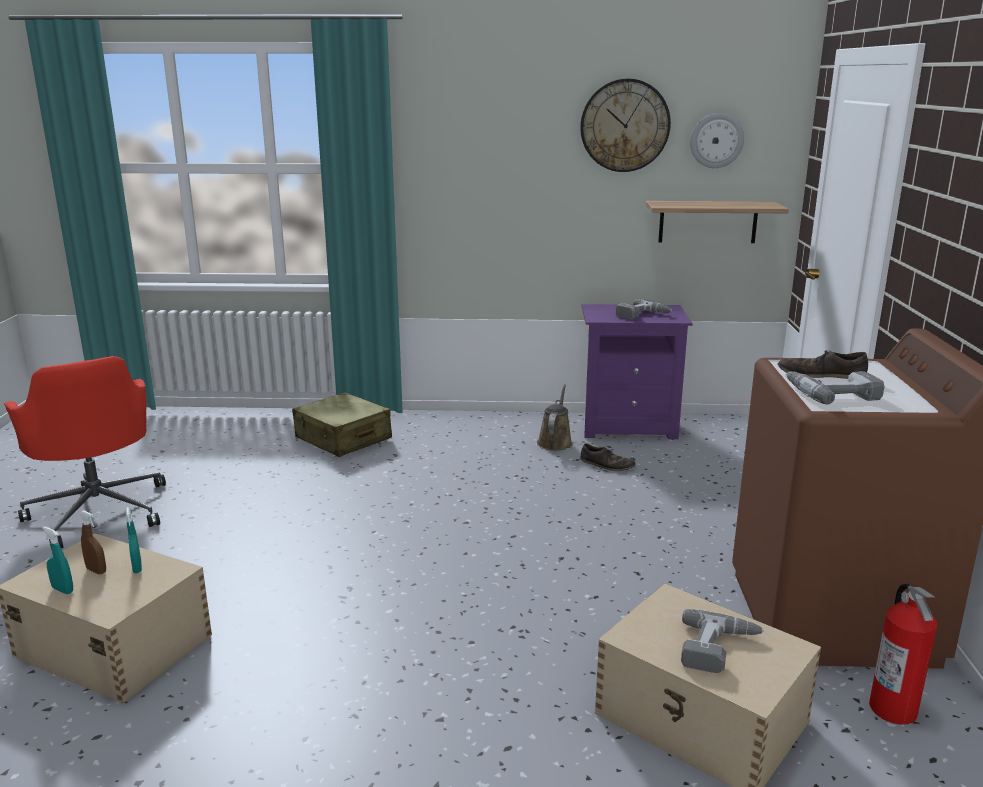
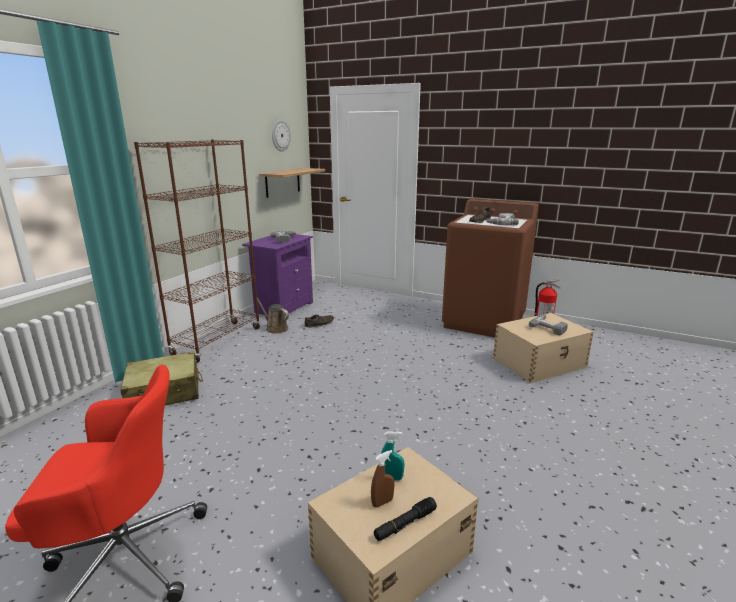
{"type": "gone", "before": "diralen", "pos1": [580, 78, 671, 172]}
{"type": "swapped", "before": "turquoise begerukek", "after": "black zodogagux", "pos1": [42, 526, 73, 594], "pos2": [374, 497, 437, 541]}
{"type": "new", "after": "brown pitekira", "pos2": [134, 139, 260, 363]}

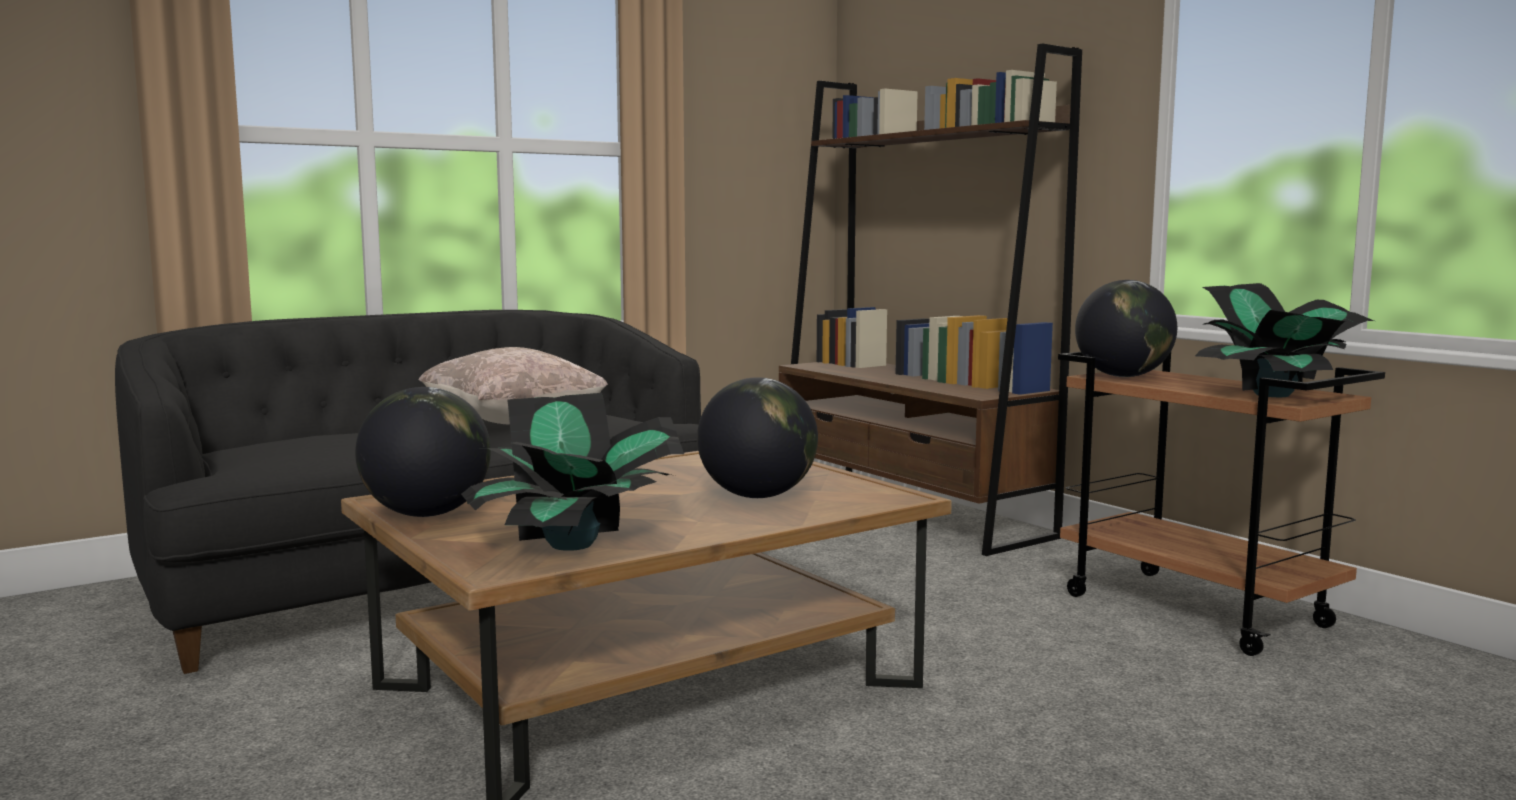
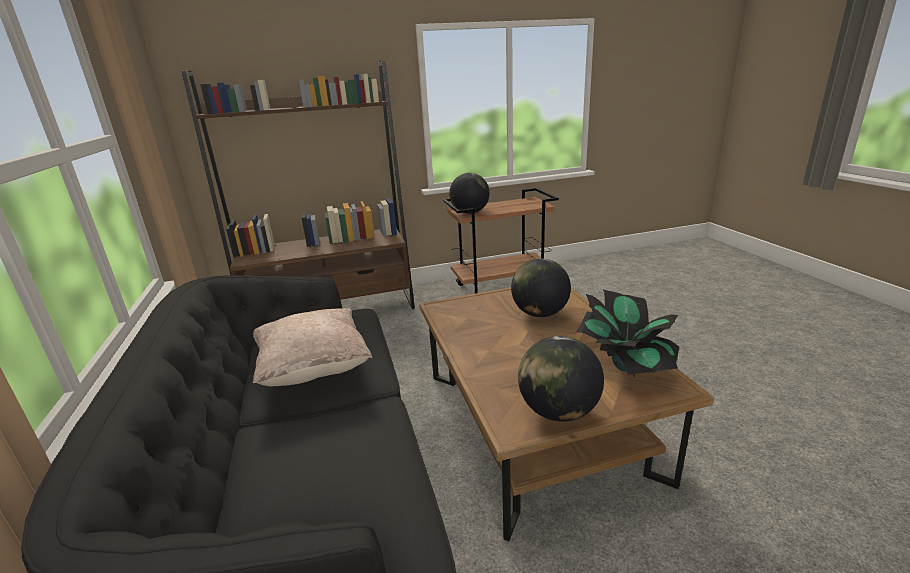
{"type": "gone", "before": "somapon", "pos1": [1195, 283, 1374, 397]}

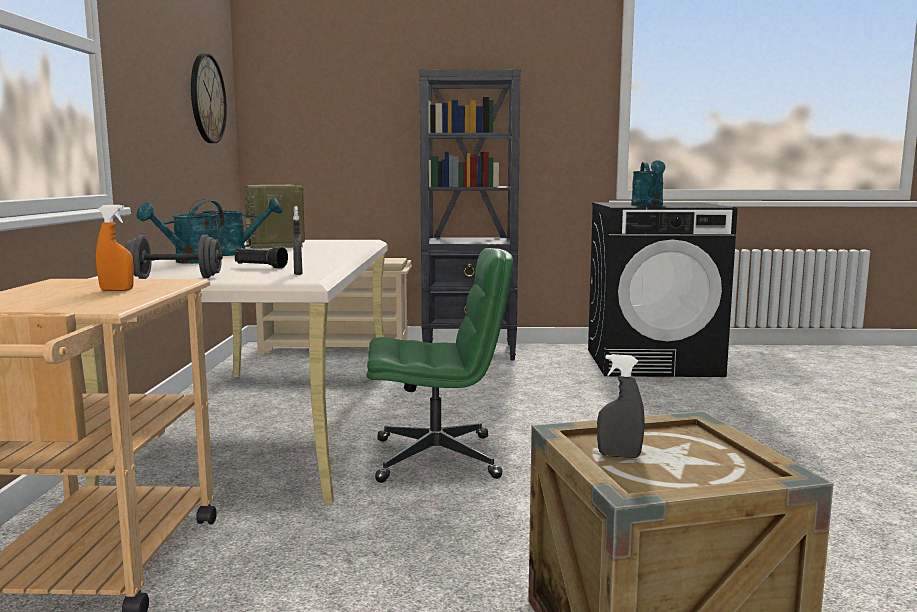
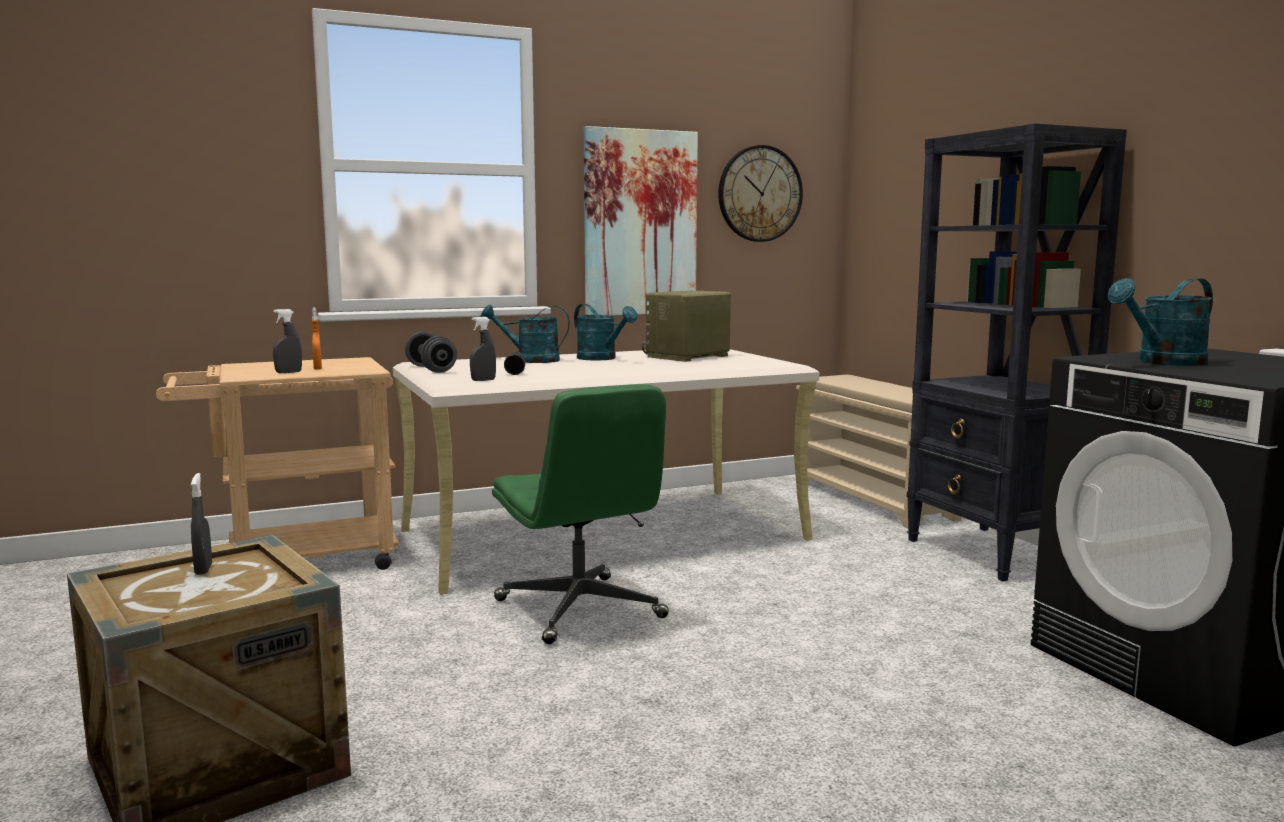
{"type": "new", "after": "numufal", "pos2": [584, 126, 698, 315]}
{"type": "new", "after": "grey begerukek", "pos2": [273, 309, 302, 373]}

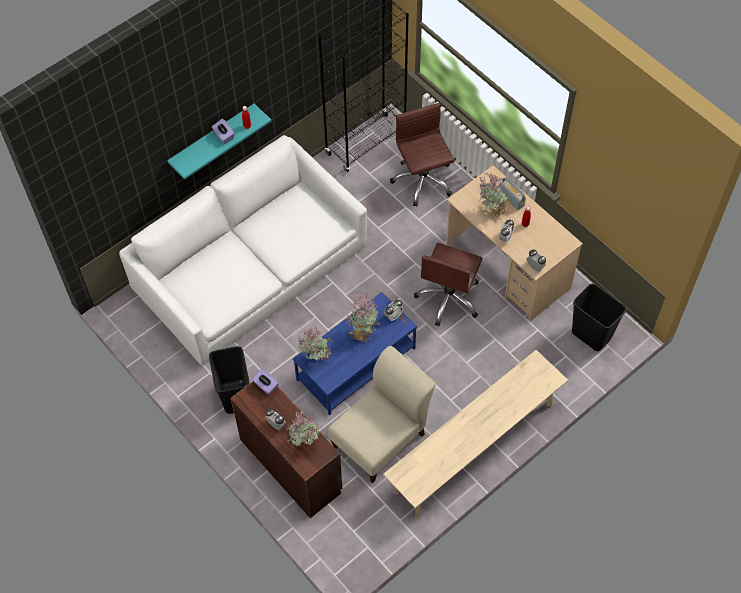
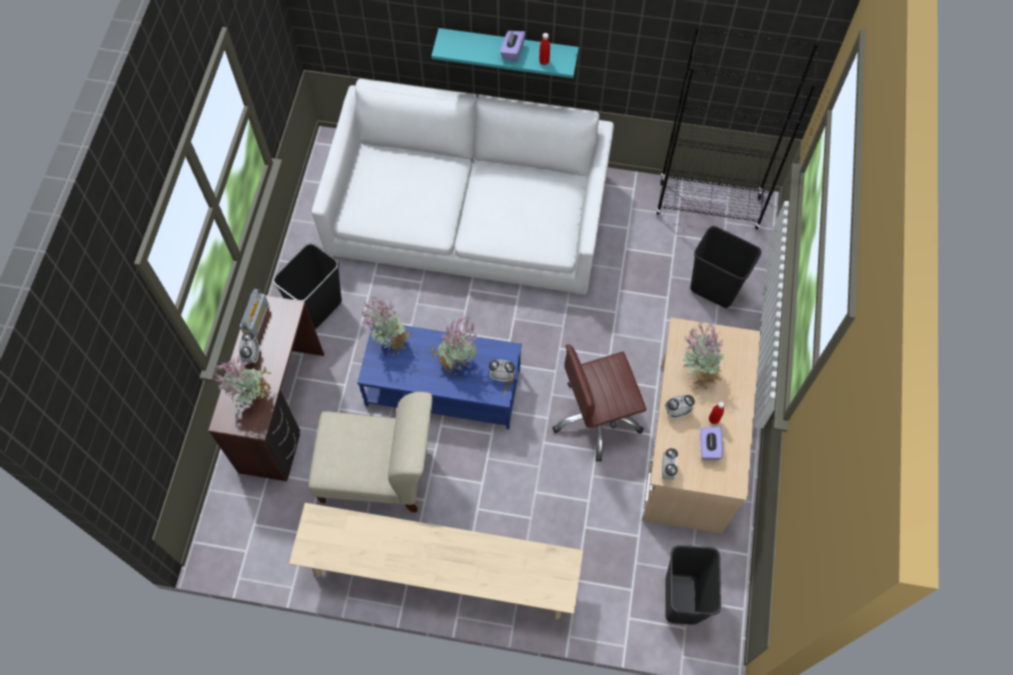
{"type": "swapped", "before": "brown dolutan", "after": "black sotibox", "pos1": [390, 103, 455, 207], "pos2": [690, 226, 761, 308]}
{"type": "shifted", "before": "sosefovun", "pos1": [500, 177, 526, 210], "pos2": [240, 289, 269, 338]}
{"type": "shifted", "before": "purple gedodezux", "pos1": [252, 368, 279, 395], "pos2": [700, 427, 723, 460]}

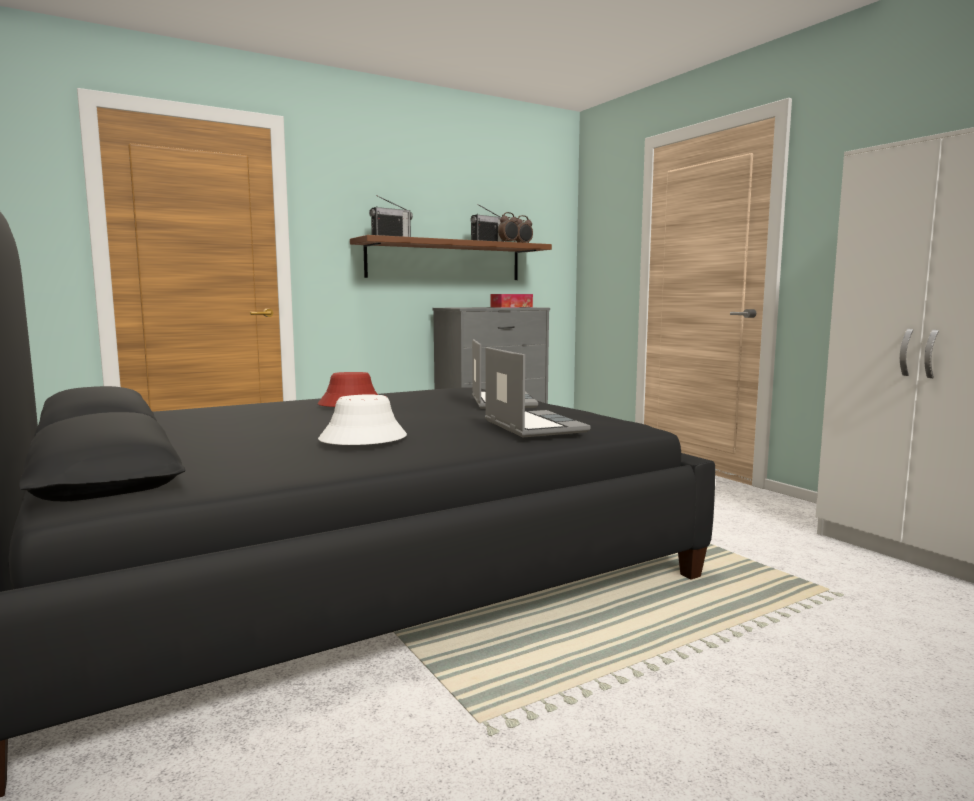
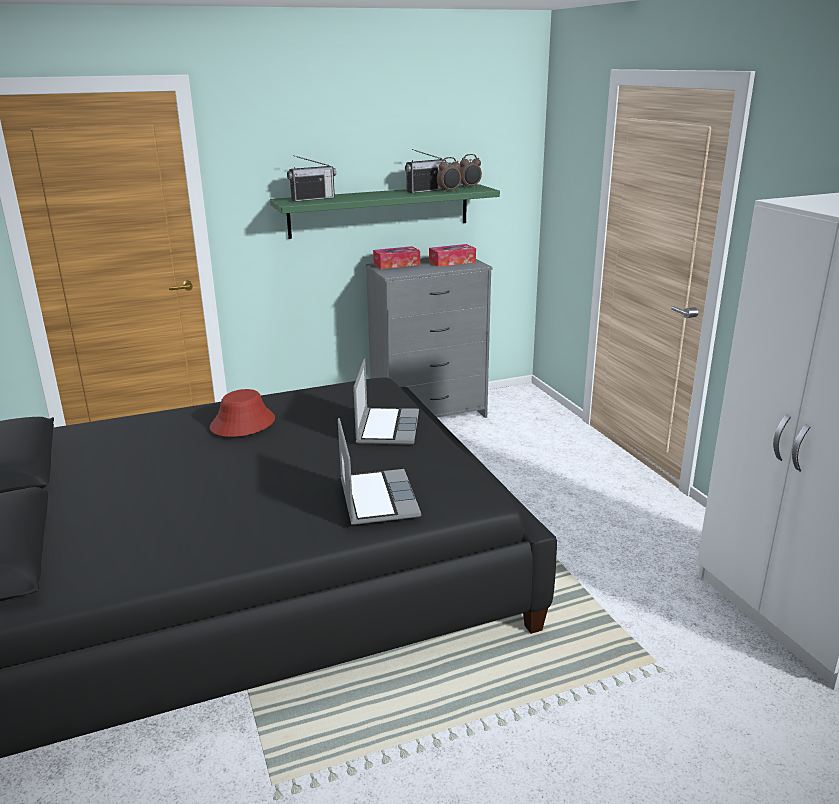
{"type": "repainted", "before": "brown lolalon", "after": "green lolalon", "pos1": [350, 235, 552, 280], "pos2": [270, 184, 500, 239]}
{"type": "gone", "before": "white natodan", "pos1": [318, 395, 407, 445]}
{"type": "new", "after": "gedodezux", "pos2": [373, 246, 420, 269]}

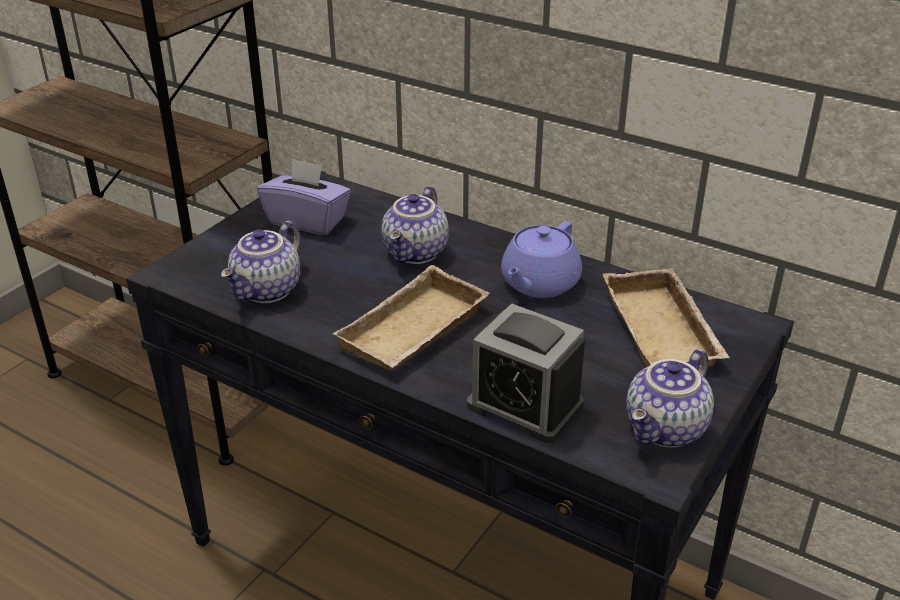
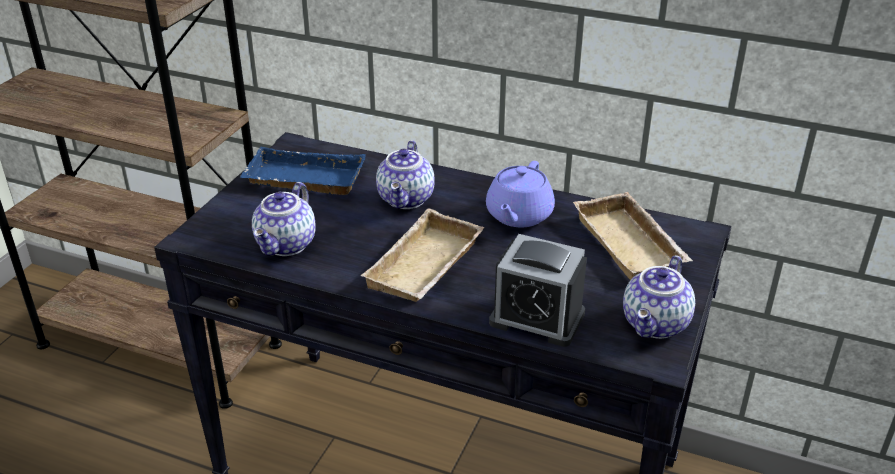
{"type": "swapped", "before": "purple gedodezux", "after": "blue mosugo", "pos1": [257, 158, 351, 235], "pos2": [240, 147, 366, 195]}

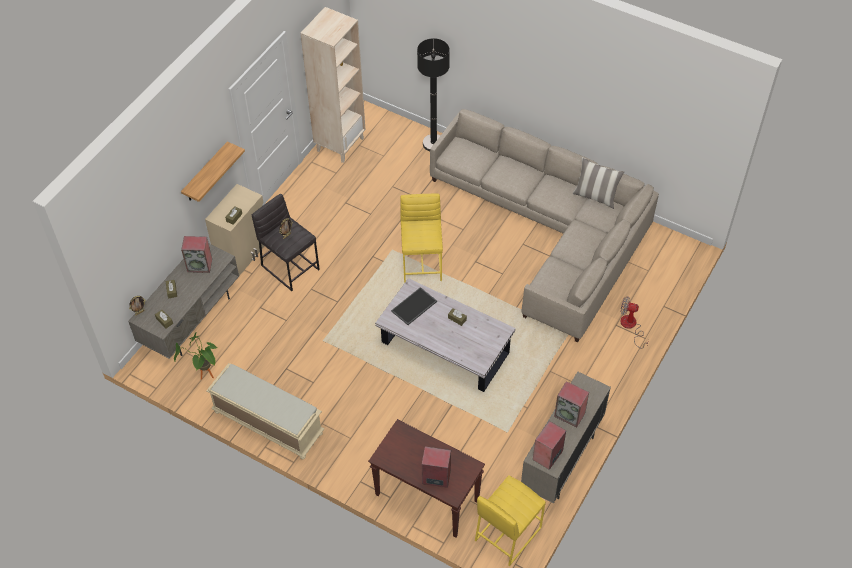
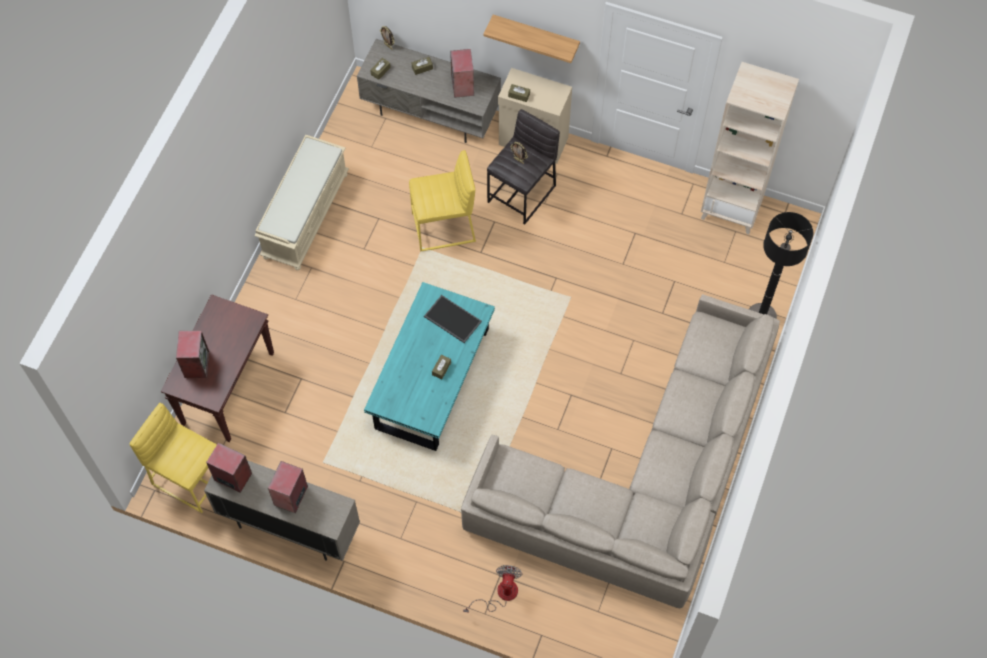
{"type": "gone", "before": "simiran", "pos1": [573, 157, 624, 209]}
{"type": "shifted", "before": "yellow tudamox", "pos1": [400, 194, 443, 283], "pos2": [409, 150, 476, 252]}
{"type": "repainted", "before": "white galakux", "after": "turquoise galakux", "pos1": [375, 278, 515, 392], "pos2": [364, 282, 495, 451]}
{"type": "gone", "before": "somapon", "pos1": [174, 332, 217, 380]}

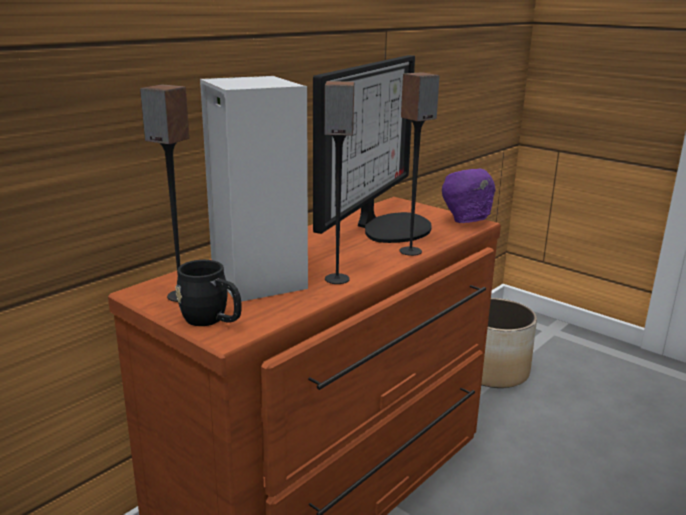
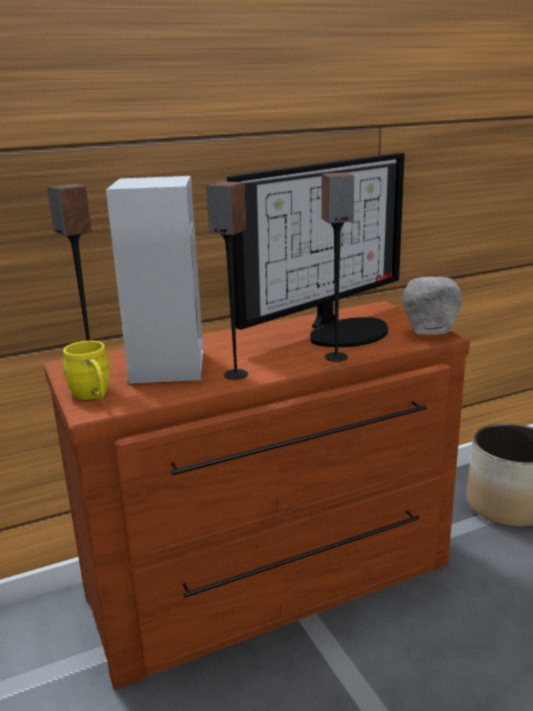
{"type": "repainted", "before": "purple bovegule", "after": "grey bovegule", "pos1": [442, 169, 496, 223], "pos2": [402, 277, 462, 335]}
{"type": "repainted", "before": "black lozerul", "after": "yellow lozerul", "pos1": [175, 260, 241, 326], "pos2": [62, 341, 110, 400]}

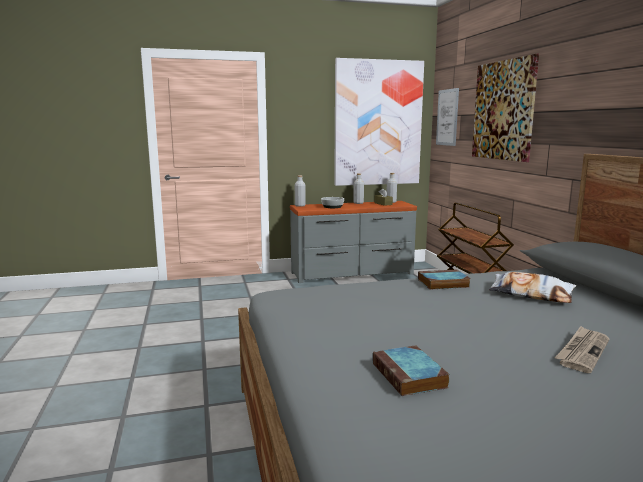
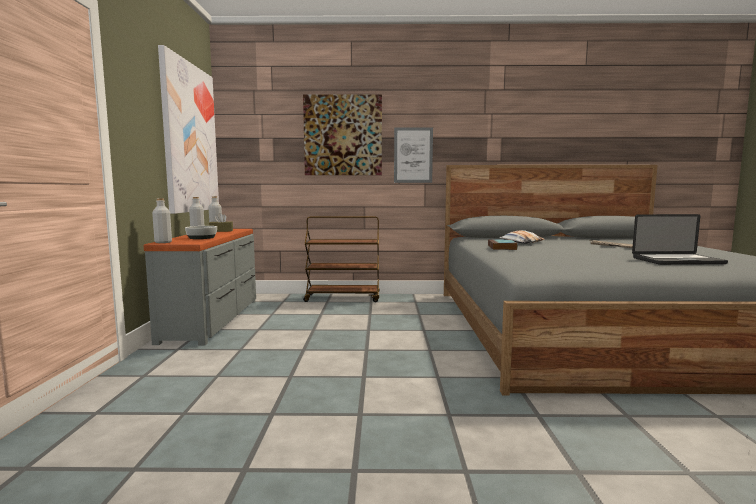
{"type": "shifted", "before": "numufal", "pos1": [436, 88, 459, 146], "pos2": [394, 127, 433, 183]}
{"type": "swapped", "before": "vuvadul", "after": "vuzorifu", "pos1": [372, 345, 450, 396], "pos2": [632, 214, 728, 265]}

